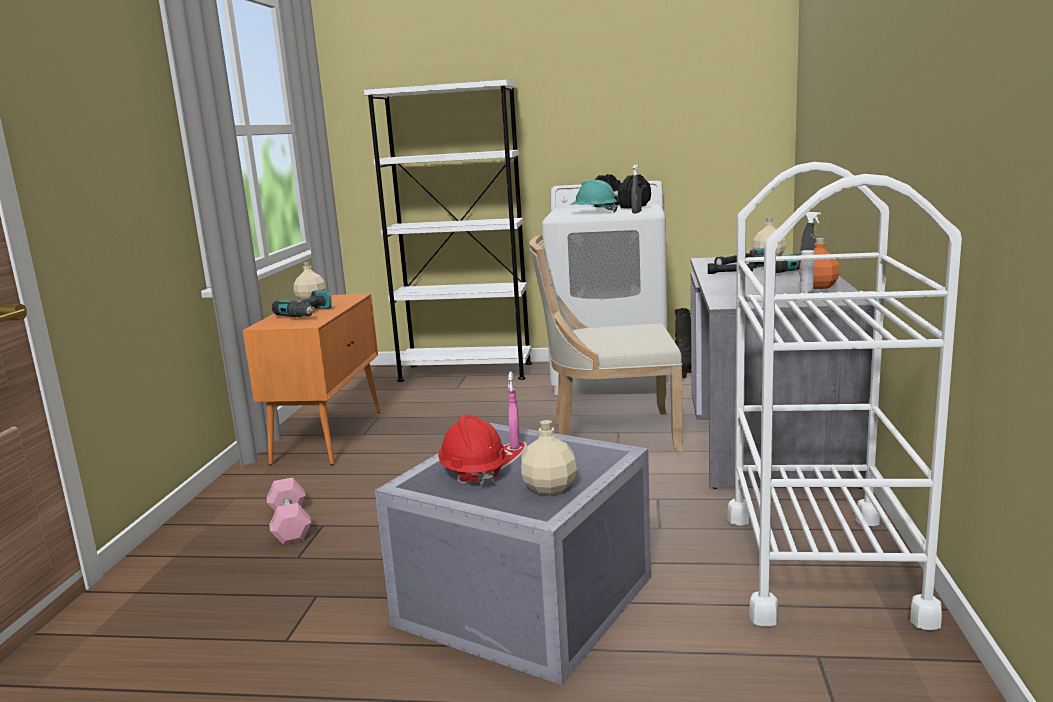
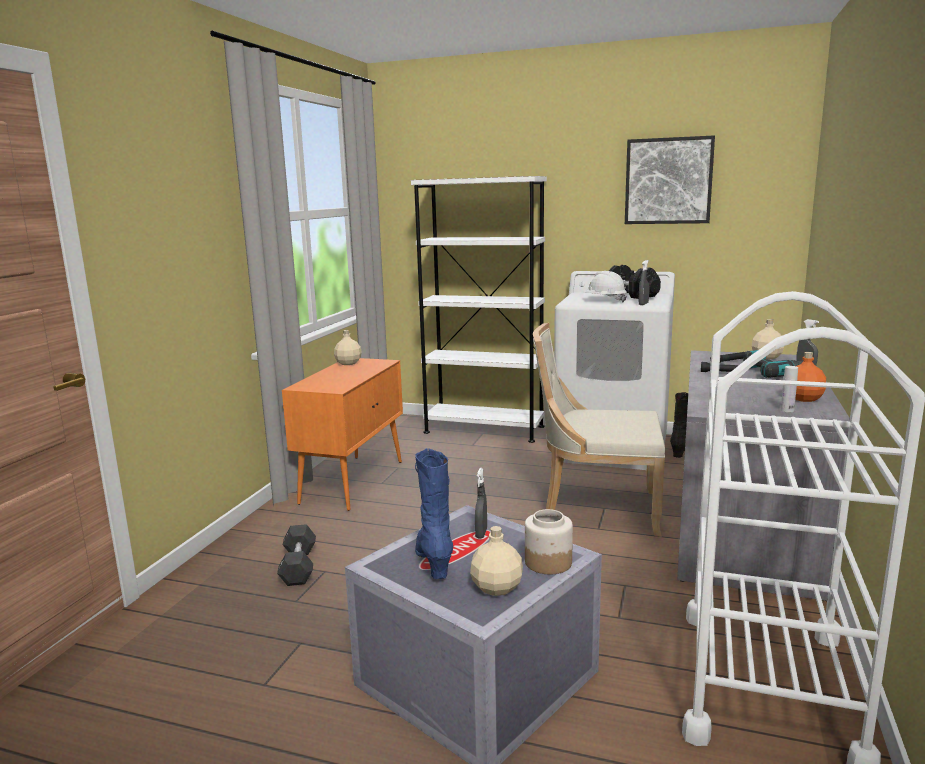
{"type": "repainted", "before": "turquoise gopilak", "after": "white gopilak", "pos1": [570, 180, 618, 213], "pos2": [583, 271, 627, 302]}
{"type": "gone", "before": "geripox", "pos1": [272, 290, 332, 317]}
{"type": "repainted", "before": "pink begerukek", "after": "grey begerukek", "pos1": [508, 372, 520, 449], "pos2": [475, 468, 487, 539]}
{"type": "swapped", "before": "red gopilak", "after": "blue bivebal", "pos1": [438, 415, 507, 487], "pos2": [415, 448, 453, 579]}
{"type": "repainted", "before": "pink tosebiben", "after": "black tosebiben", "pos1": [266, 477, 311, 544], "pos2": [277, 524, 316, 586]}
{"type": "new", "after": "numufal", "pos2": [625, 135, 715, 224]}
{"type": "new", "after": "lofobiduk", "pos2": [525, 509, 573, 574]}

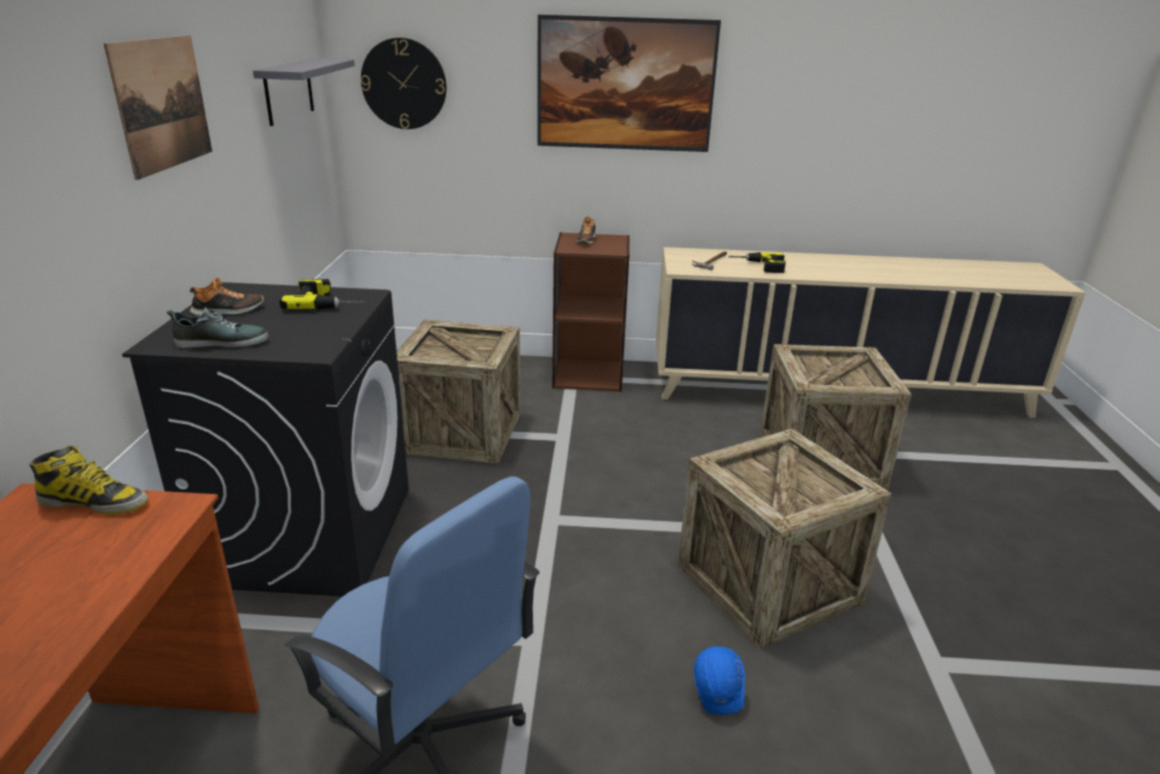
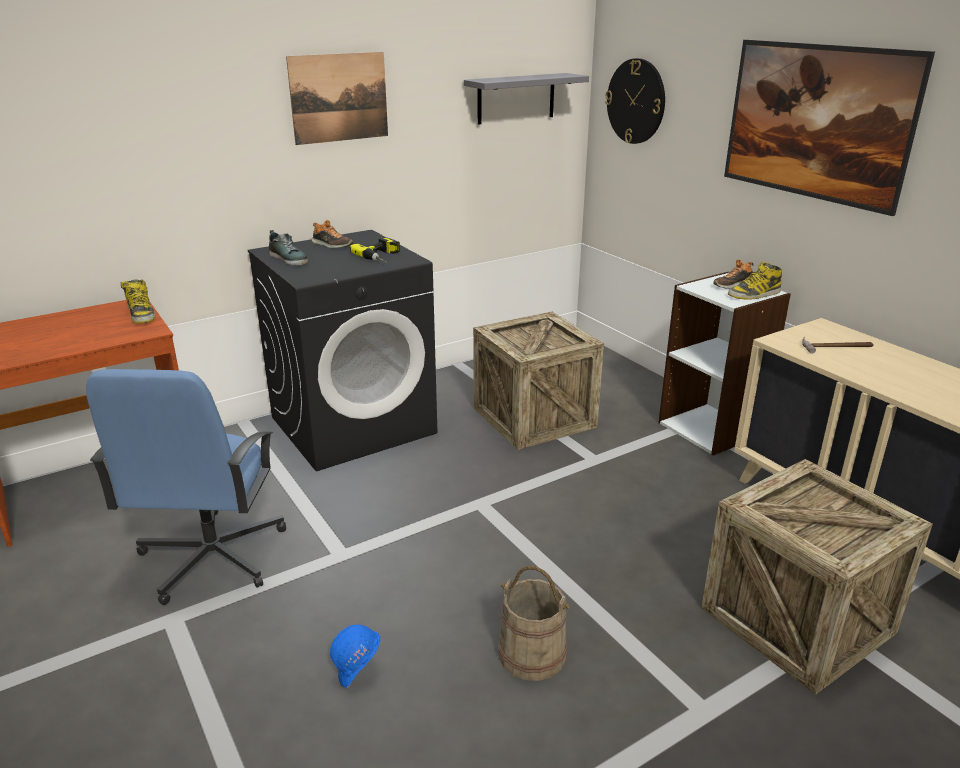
{"type": "repainted", "before": "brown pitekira", "after": "white pitekira", "pos1": [552, 232, 630, 392], "pos2": [658, 272, 791, 456]}
{"type": "gone", "before": "geripox", "pos1": [728, 252, 786, 273]}
{"type": "swapped", "before": "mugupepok", "after": "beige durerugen", "pos1": [678, 429, 892, 650], "pos2": [498, 566, 570, 681]}
{"type": "new", "after": "bivebal", "pos2": [728, 262, 782, 300]}

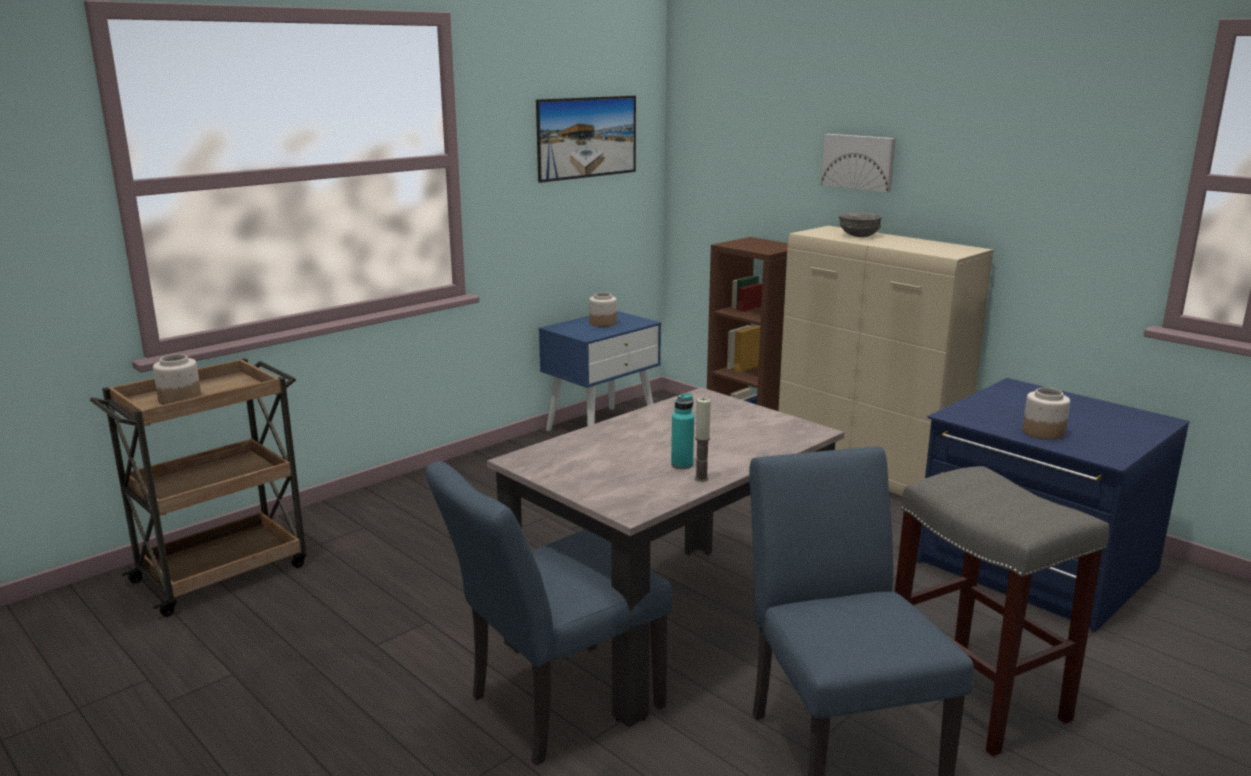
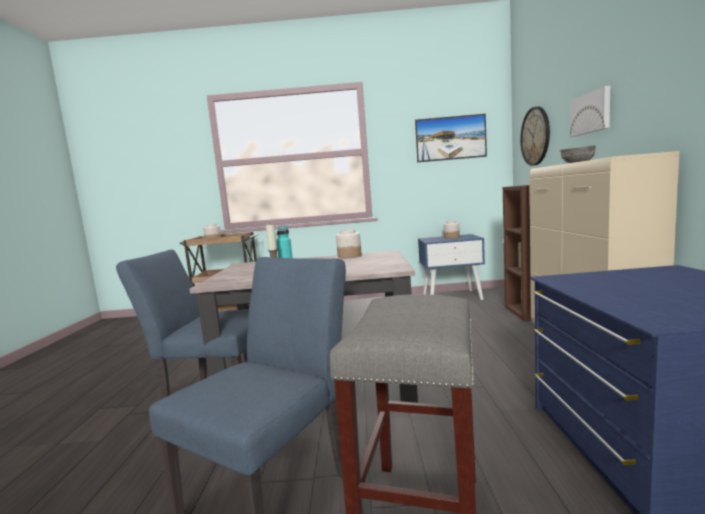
{"type": "shifted", "before": "lofobiduk", "pos1": [1022, 388, 1070, 440], "pos2": [336, 229, 362, 258]}
{"type": "new", "after": "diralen", "pos2": [520, 107, 550, 166]}

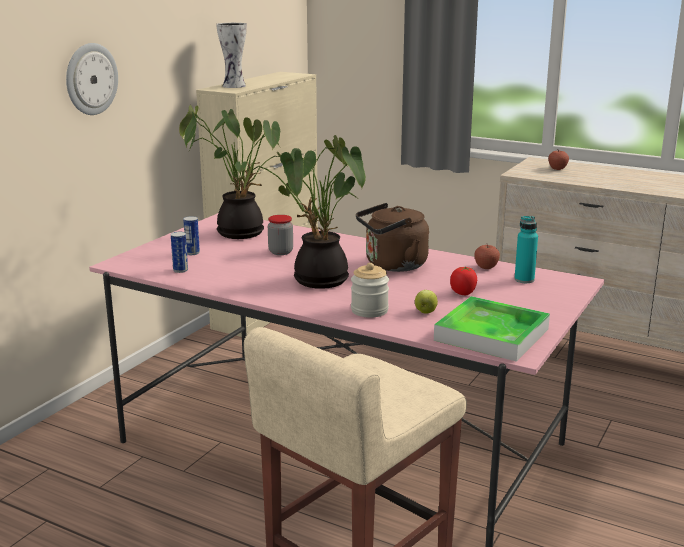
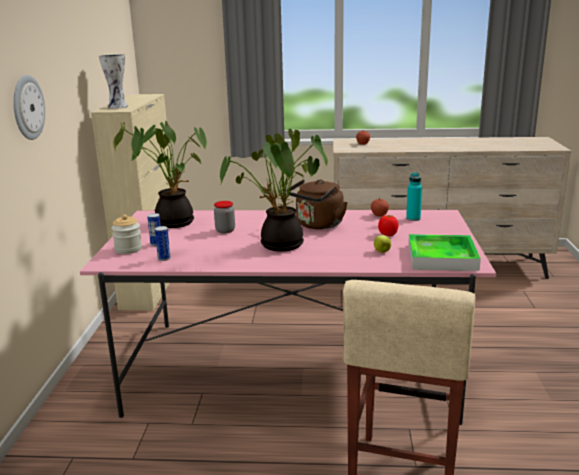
{"type": "shifted", "before": "lofobiduk", "pos1": [351, 263, 389, 318], "pos2": [112, 214, 142, 254]}

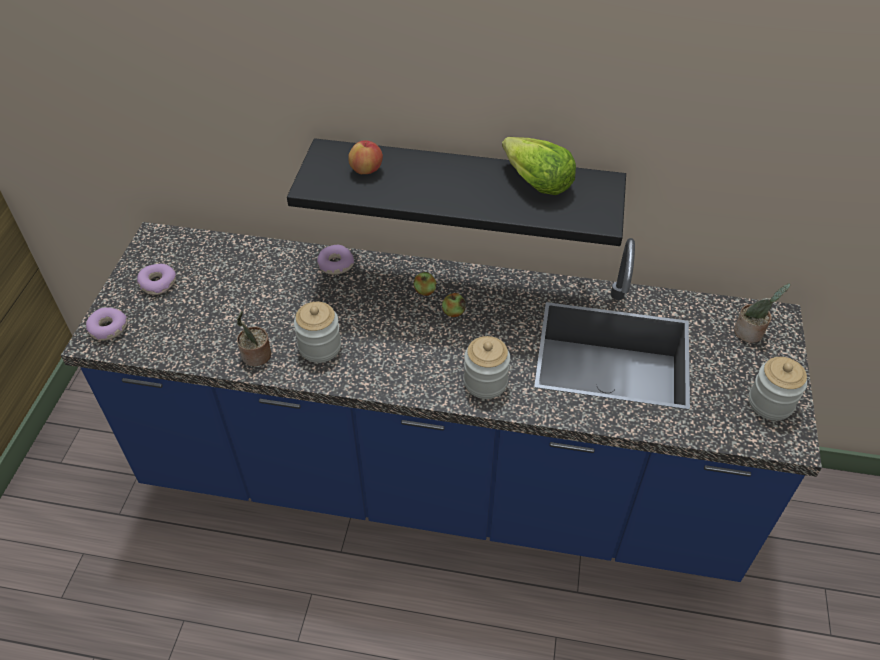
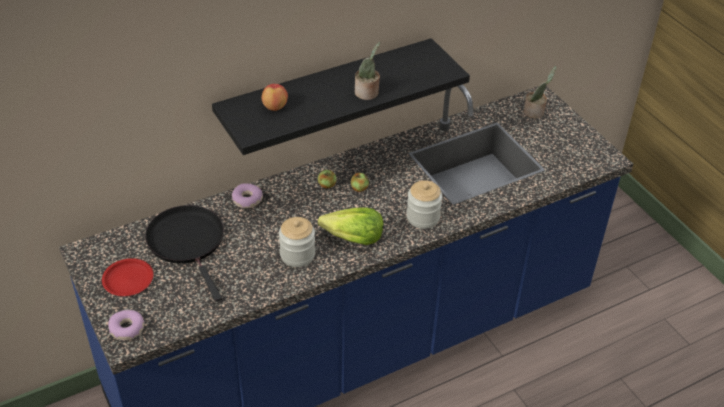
{"type": "shifted", "before": "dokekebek", "pos1": [502, 137, 576, 195], "pos2": [318, 208, 383, 245]}
{"type": "swapped", "before": "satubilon", "after": "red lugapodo", "pos1": [137, 264, 176, 295], "pos2": [102, 258, 153, 296]}
{"type": "shifted", "before": "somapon", "pos1": [237, 311, 272, 366], "pos2": [355, 42, 380, 100]}
{"type": "gone", "before": "lofobiduk", "pos1": [748, 357, 807, 421]}
{"type": "new", "after": "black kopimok", "pos2": [145, 205, 224, 302]}

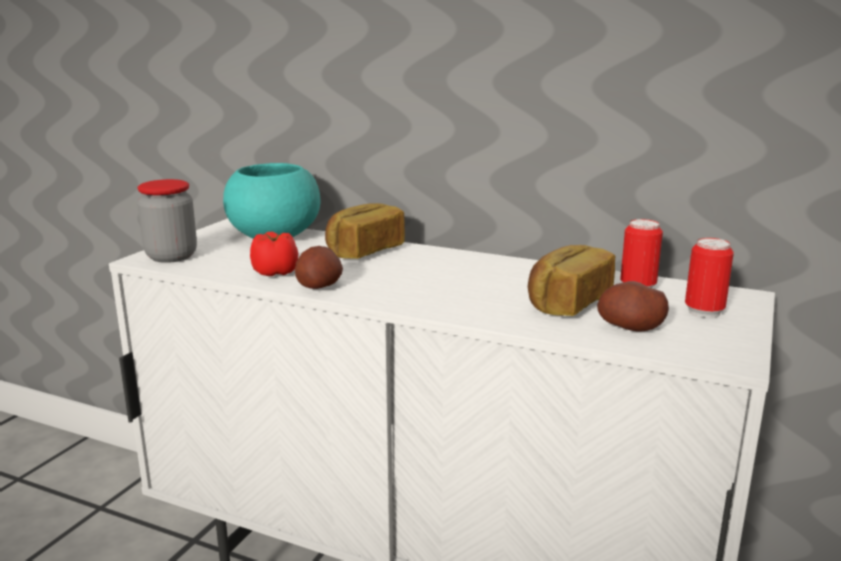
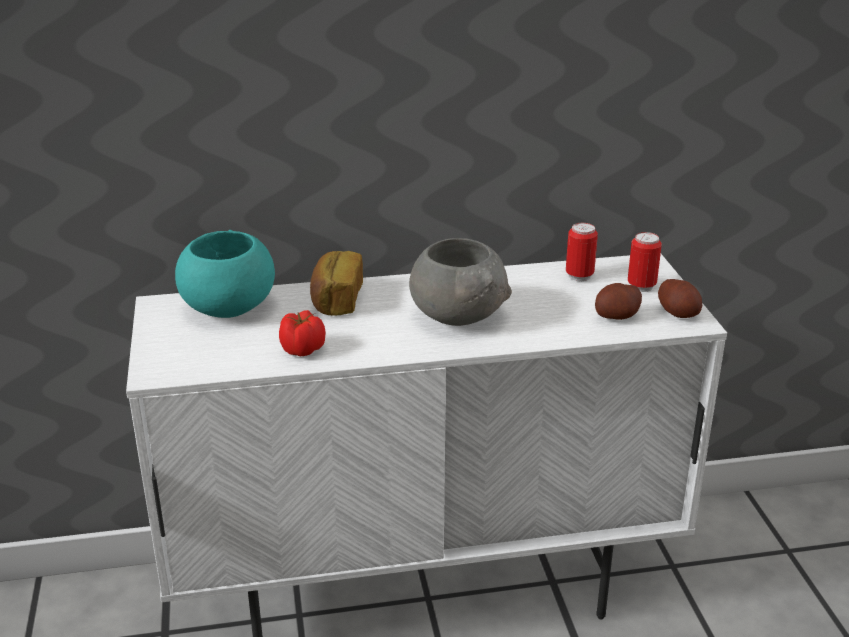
{"type": "gone", "before": "lofobiduk", "pos1": [137, 179, 197, 263]}
{"type": "gone", "before": "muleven", "pos1": [528, 245, 615, 316]}
{"type": "shifted", "before": "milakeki", "pos1": [295, 246, 343, 289], "pos2": [658, 279, 702, 318]}
{"type": "new", "after": "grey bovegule", "pos2": [409, 238, 512, 326]}

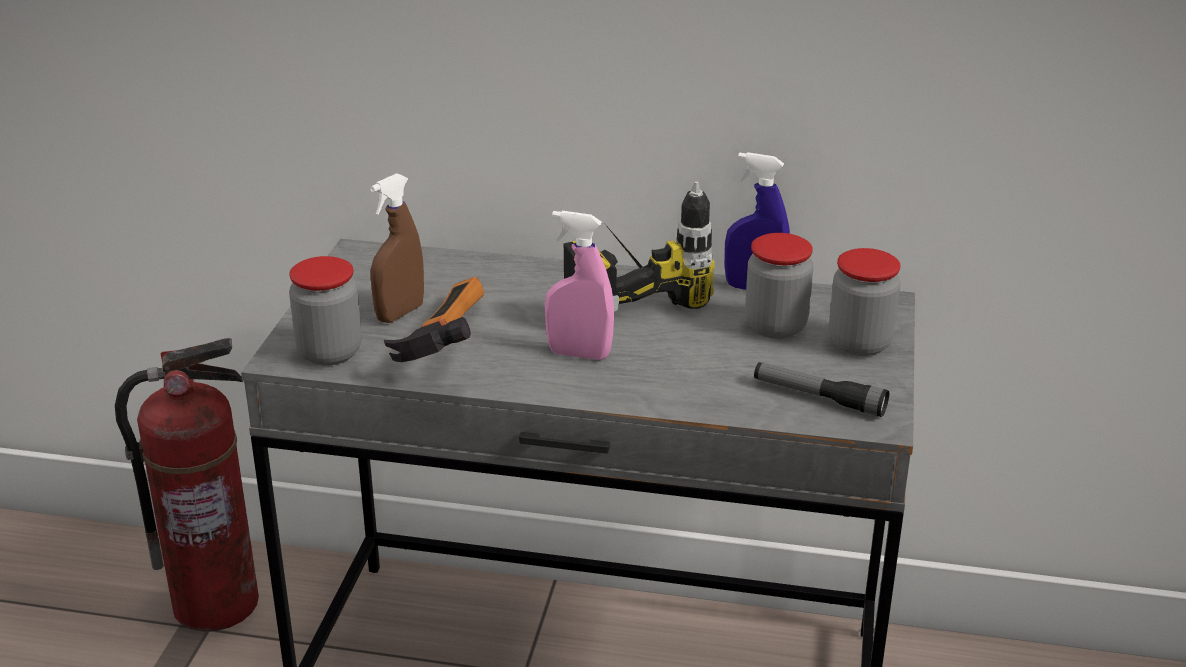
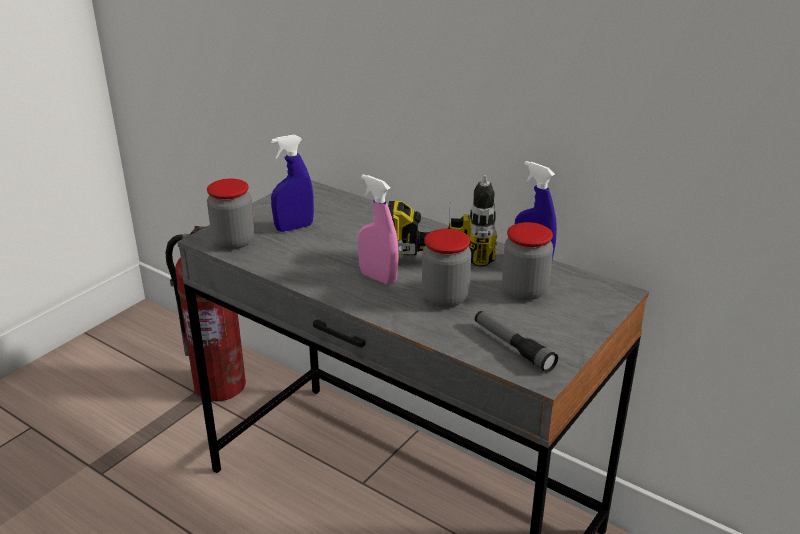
{"type": "repainted", "before": "brown begerukek", "after": "blue begerukek", "pos1": [370, 173, 424, 323], "pos2": [271, 135, 314, 232]}
{"type": "shifted", "before": "lofobiduk", "pos1": [829, 248, 901, 356], "pos2": [422, 229, 471, 308]}
{"type": "gone", "before": "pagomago", "pos1": [384, 277, 484, 362]}

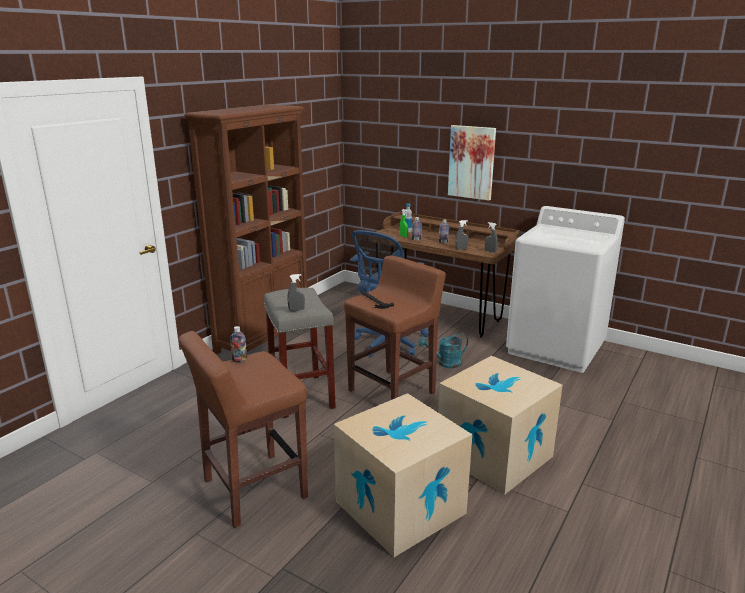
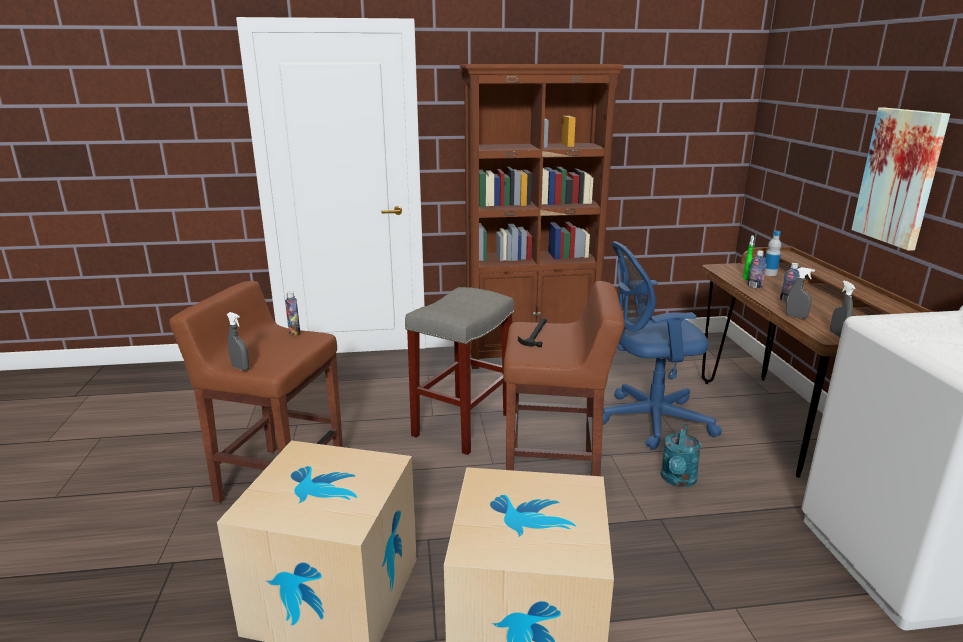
{"type": "shifted", "before": "grey begerukek", "pos1": [287, 274, 305, 311], "pos2": [227, 312, 249, 371]}
{"type": "rotated", "before": "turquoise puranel", "pos1": [418, 333, 468, 368], "pos2": [660, 423, 701, 487], "turn": -105}

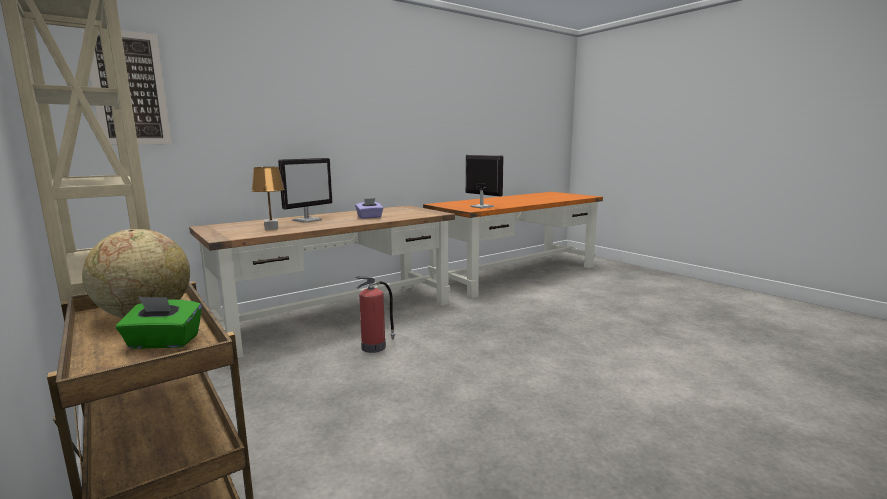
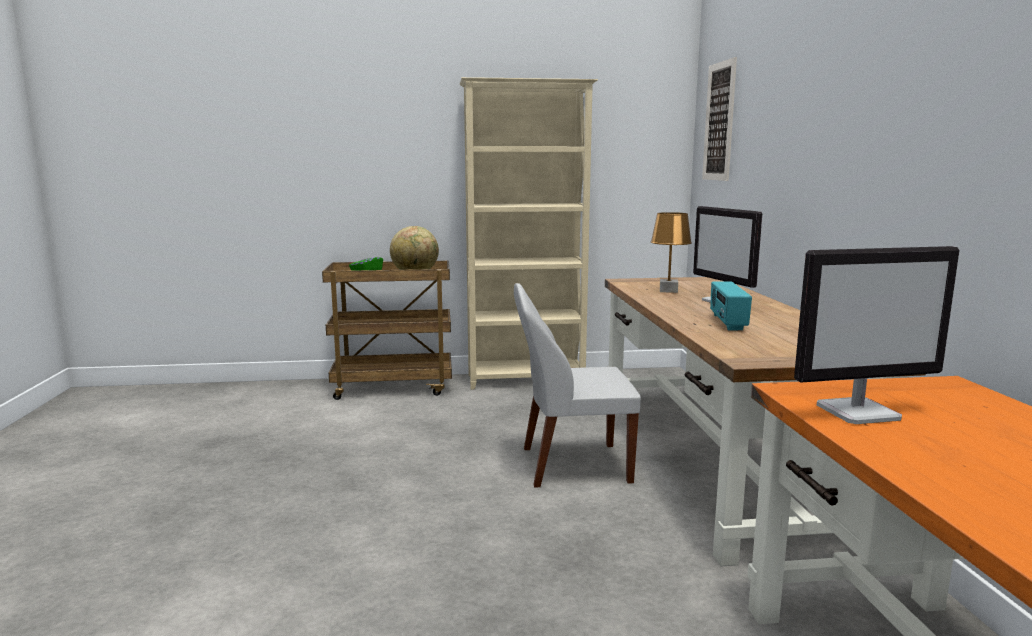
{"type": "swapped", "before": "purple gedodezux", "after": "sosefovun", "pos1": [355, 198, 383, 219], "pos2": [710, 281, 752, 331]}
{"type": "swapped", "before": "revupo", "after": "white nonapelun", "pos1": [356, 277, 395, 353], "pos2": [514, 283, 641, 488]}

